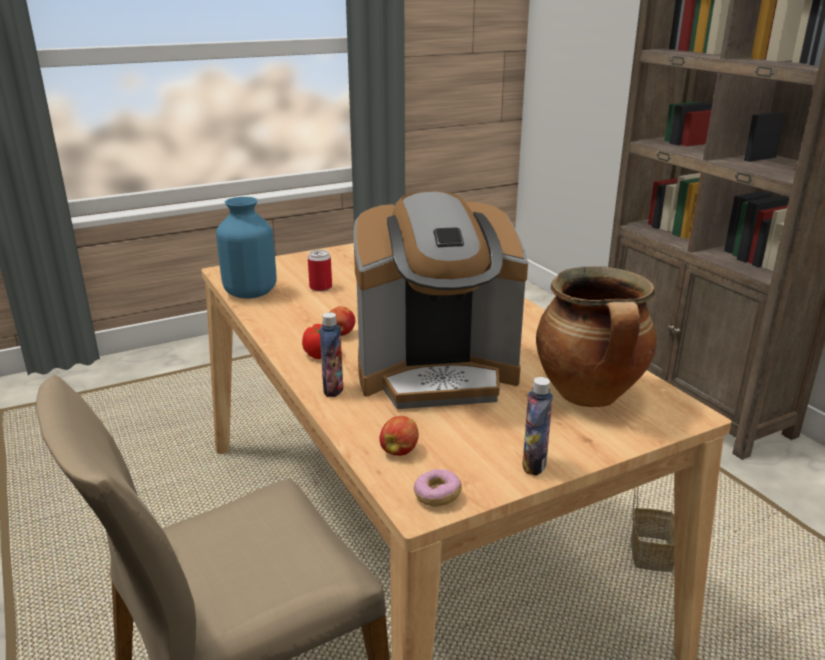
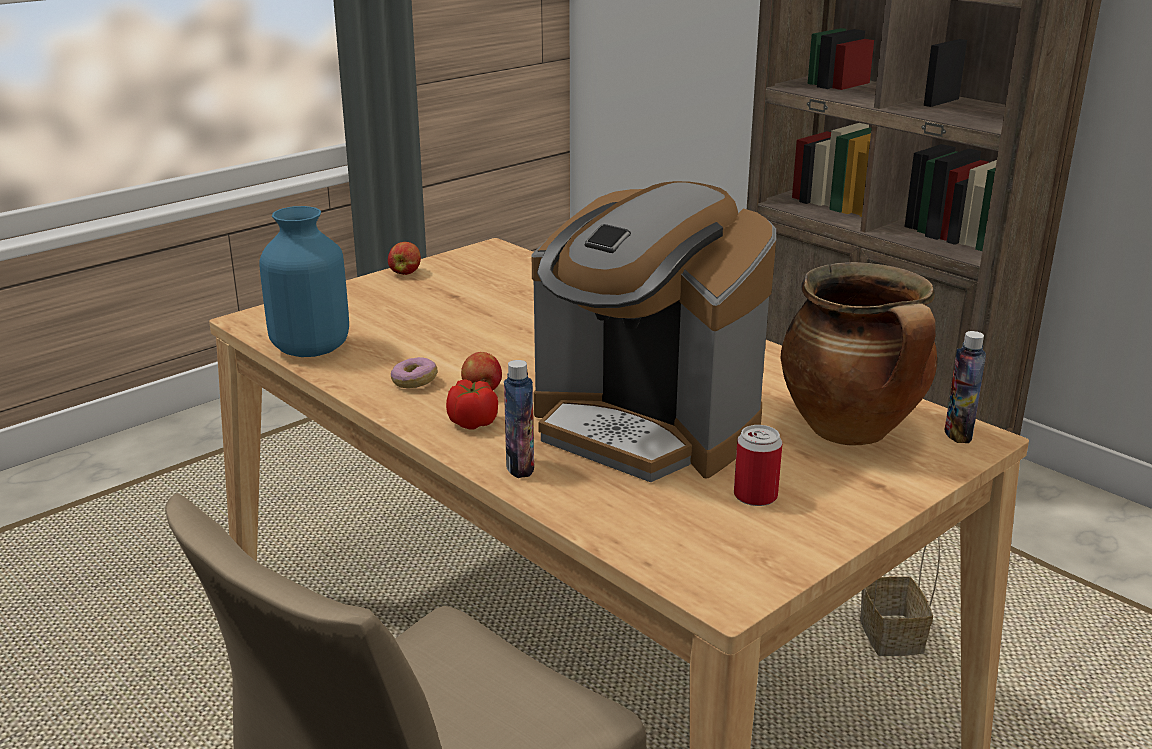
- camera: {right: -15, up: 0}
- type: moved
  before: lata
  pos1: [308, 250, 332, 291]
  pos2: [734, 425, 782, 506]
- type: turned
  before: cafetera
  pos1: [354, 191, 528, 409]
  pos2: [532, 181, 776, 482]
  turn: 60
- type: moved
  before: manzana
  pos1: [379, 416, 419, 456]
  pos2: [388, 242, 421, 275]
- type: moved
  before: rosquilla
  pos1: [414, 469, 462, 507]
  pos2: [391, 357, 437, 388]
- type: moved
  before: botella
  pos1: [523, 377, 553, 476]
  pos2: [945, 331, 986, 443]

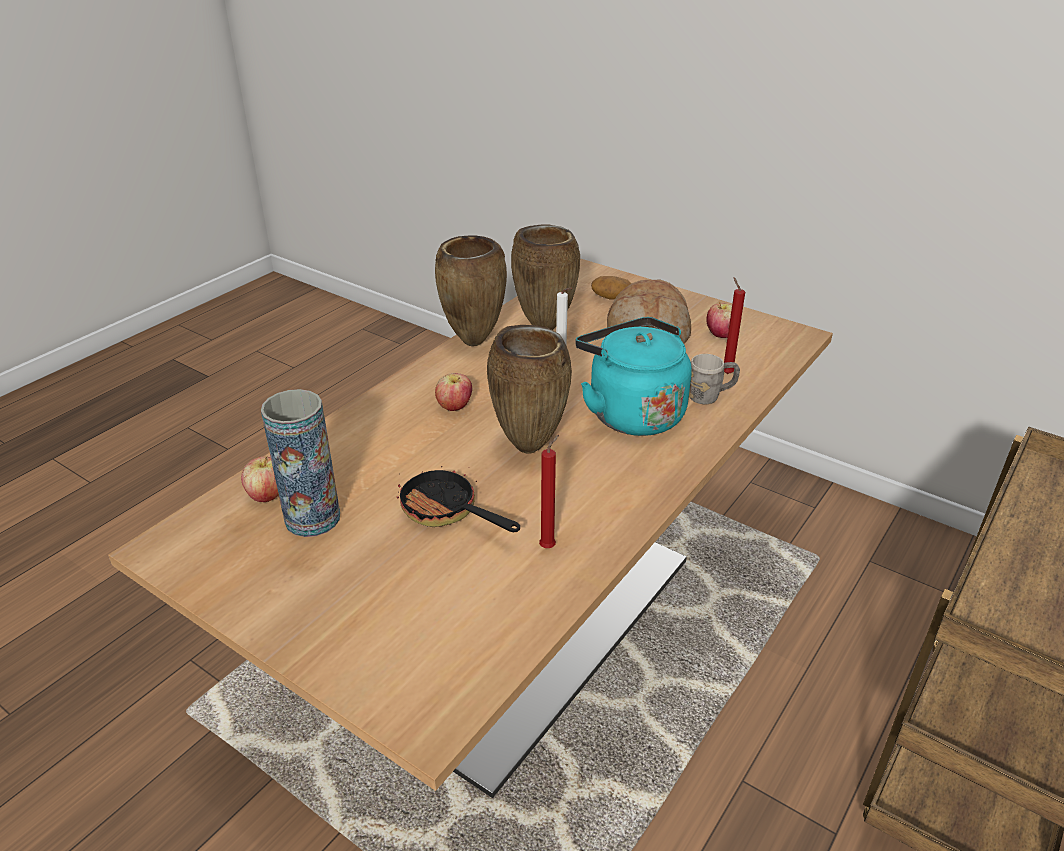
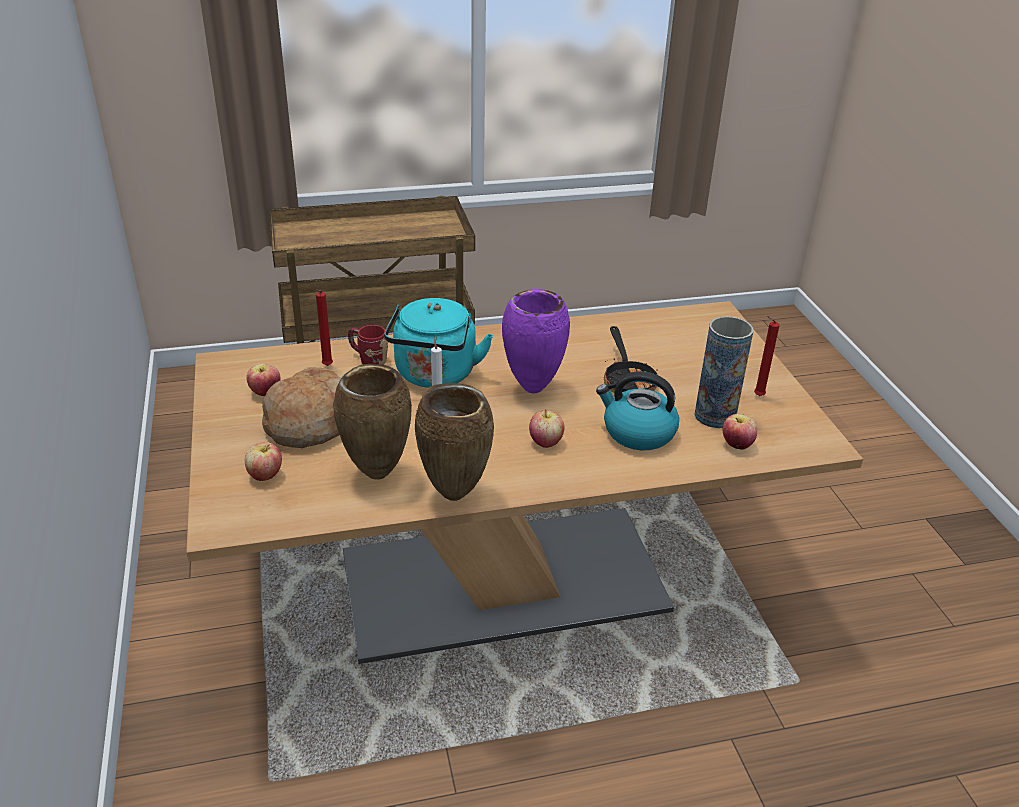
- camera: {right: -140, up: 0}
- type: recoloured
  before: florero (marrón)
  after: florero (morado)
  pos1: [487, 325, 572, 454]
  pos2: [502, 289, 570, 393]
- type: moved
  before: vela (rojo)
  pos1: [539, 435, 559, 548]
  pos2: [754, 316, 780, 396]
- type: replaced
  before: patata
  after: manzana
  pos1: [591, 276, 631, 300]
  pos2: [245, 442, 282, 481]
- type: recoloured
  before: taza grande (gris)
  after: taza grande (rojo)
  pos1: [689, 354, 740, 404]
  pos2: [348, 325, 388, 365]
- type: added
  after: hervidor
  pos2: [596, 371, 679, 450]

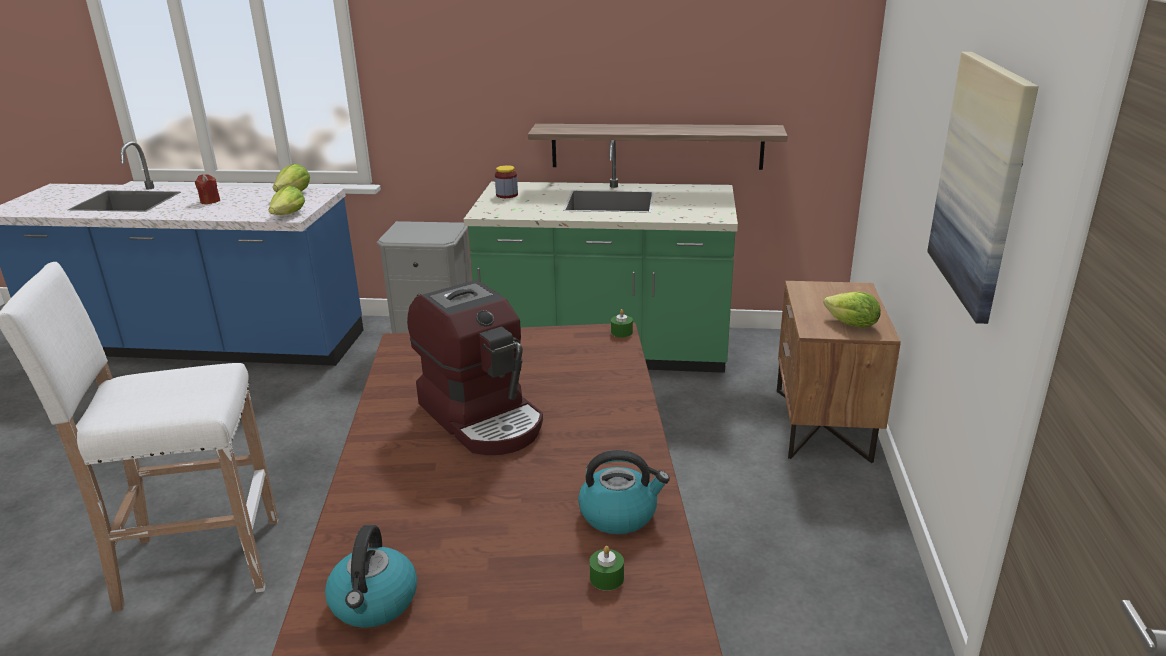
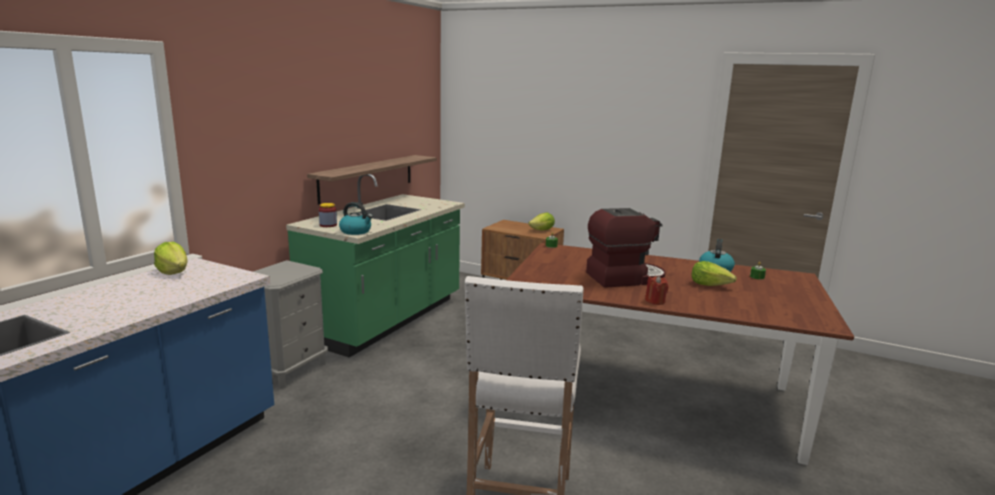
- camera: {right: -70, up: -10}
- type: moved
  before: vela (rojo)
  pos1: [195, 174, 220, 204]
  pos2: [645, 275, 669, 305]
- type: moved
  before: lechuga
  pos1: [268, 186, 305, 215]
  pos2: [691, 261, 736, 286]
- type: moved
  before: hervidor
  pos1: [325, 525, 417, 628]
  pos2: [339, 202, 373, 235]
- type: removed
  before: cuadro
  pos1: [927, 52, 1039, 324]

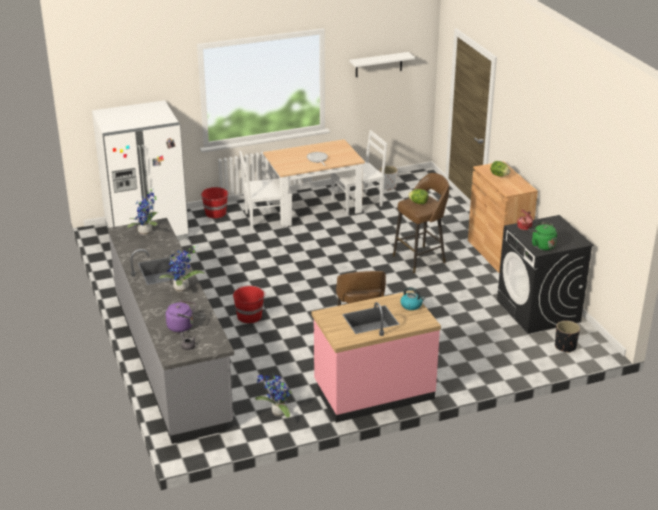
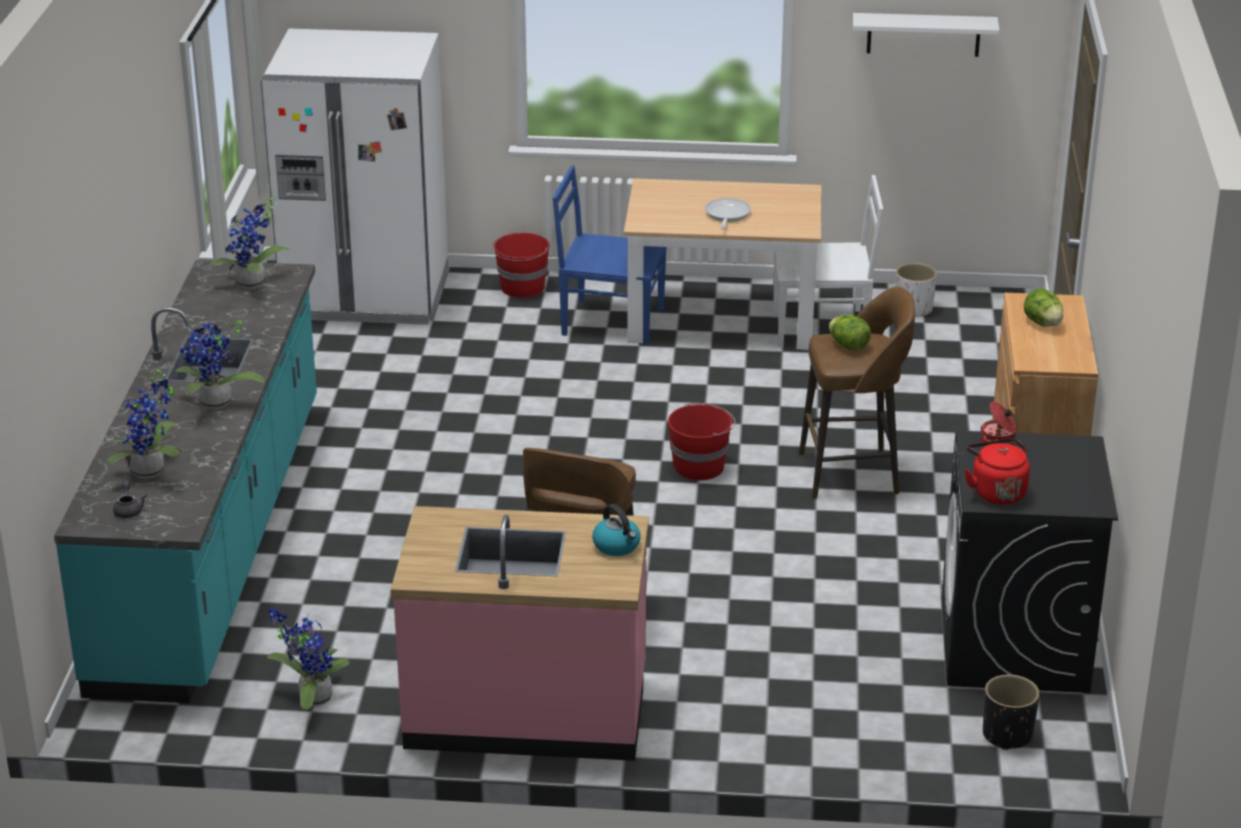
- camera: {right: 25, up: 0}
- type: recoloured
  before: mueble bajo de cocina (gris)
  after: mueble bajo de cocina (turquesa)
  pos1: [108, 218, 234, 444]
  pos2: [54, 260, 317, 703]
- type: replaced
  before: hervidor (morado)
  after: planta en maceta
  pos1: [166, 300, 195, 332]
  pos2: [107, 366, 179, 479]
- type: moved
  before: cubo (rojo)
  pos1: [233, 286, 266, 323]
  pos2: [668, 403, 736, 480]
- type: recoloured
  before: silla (blanco)
  after: silla (azul)
  pos1: [239, 151, 292, 230]
  pos2: [553, 165, 666, 345]
- type: recoloured
  before: hervidor (verde)
  after: hervidor (rojo)
  pos1: [528, 222, 557, 251]
  pos2: [964, 438, 1030, 505]

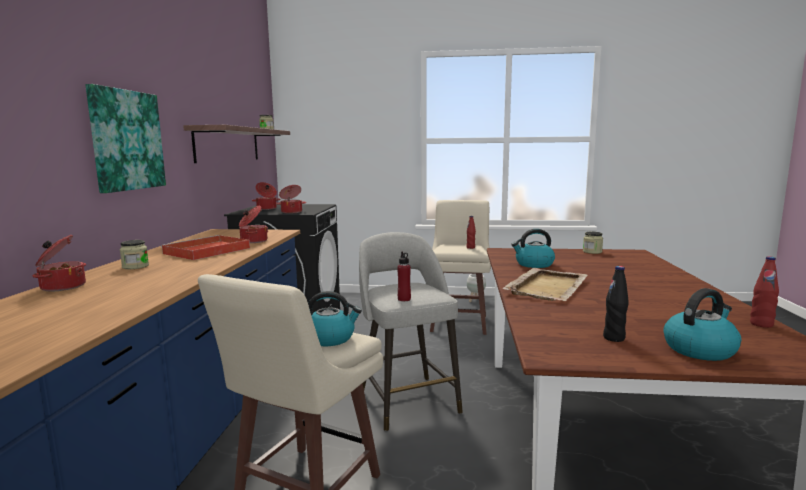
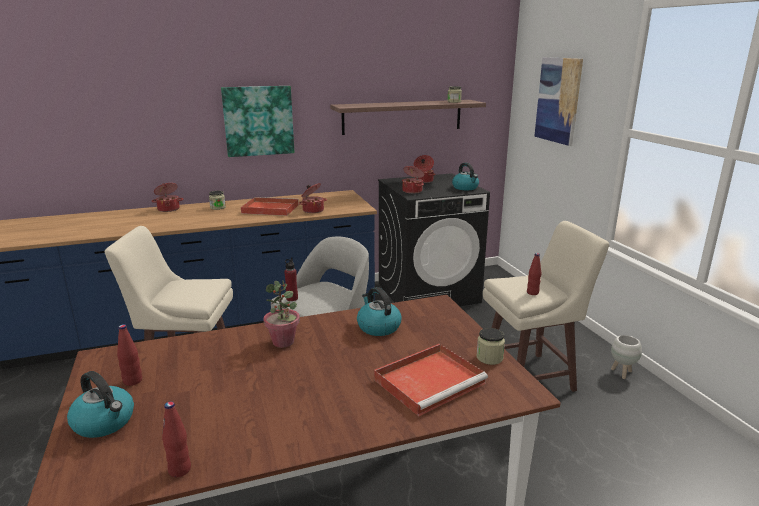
- camera: {right: 65, up: 10}
- type: moved
  before: hervidor
  pos1: [308, 291, 362, 346]
  pos2: [452, 163, 479, 190]
- type: replaced
  before: bandeja (beis)
  after: planta en maceta
  pos1: [502, 268, 588, 301]
  pos2: [263, 281, 300, 348]
- type: recoloured
  before: botella (negro)
  after: botella (rojo)
  pos1: [603, 266, 629, 342]
  pos2: [117, 324, 142, 386]
- type: added
  after: bandeja (rojo)
  pos2: [374, 344, 488, 416]
- type: added
  after: cuadro
  pos2: [534, 57, 583, 146]

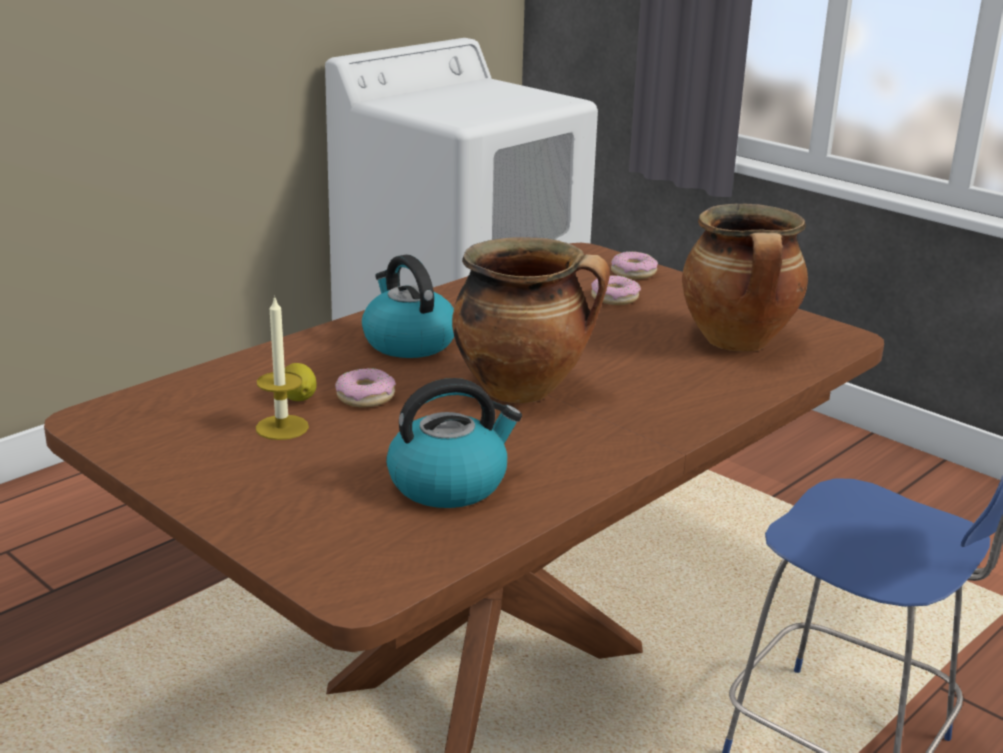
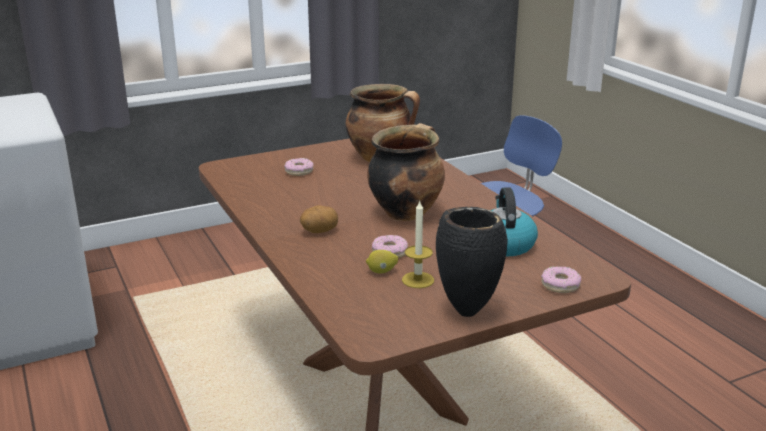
- camera: {right: -70, up: 0}
- type: replaced
  before: hervidor
  after: patata
  pos1: [362, 255, 454, 358]
  pos2: [300, 205, 338, 233]
- type: moved
  before: rosquilla
  pos1: [611, 251, 658, 279]
  pos2: [541, 266, 581, 293]
- type: added
  after: florero (negro)
  pos2: [436, 207, 508, 317]

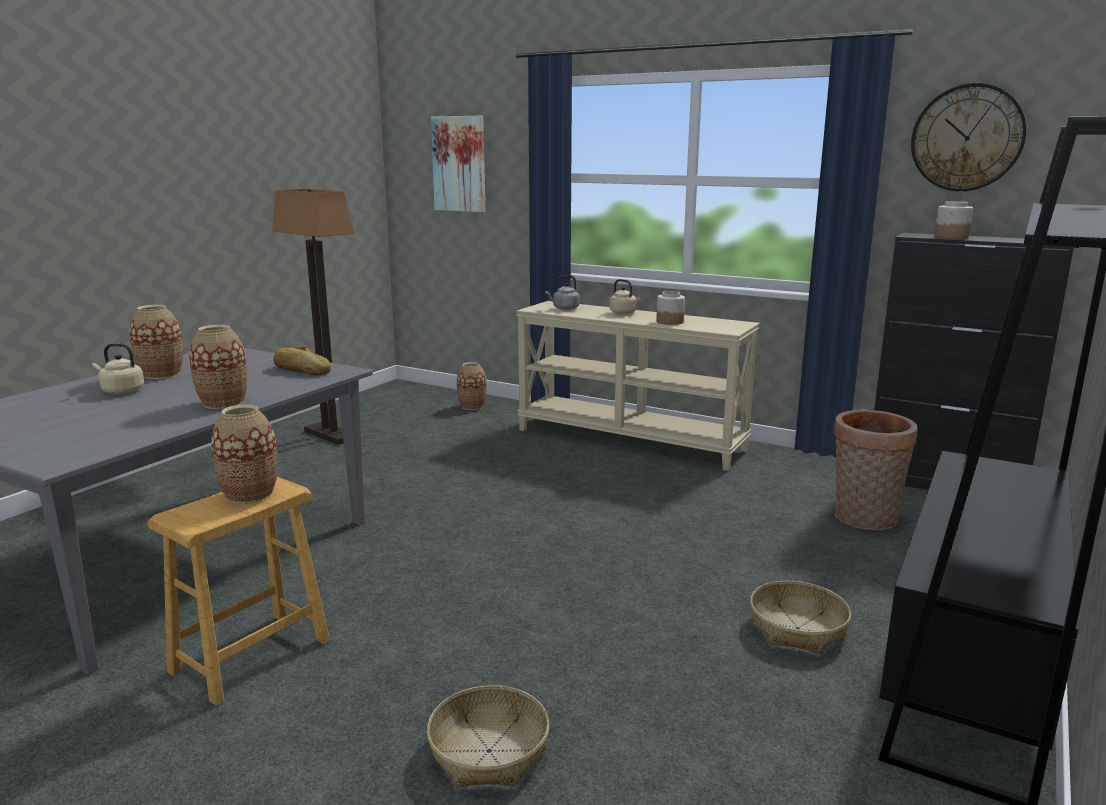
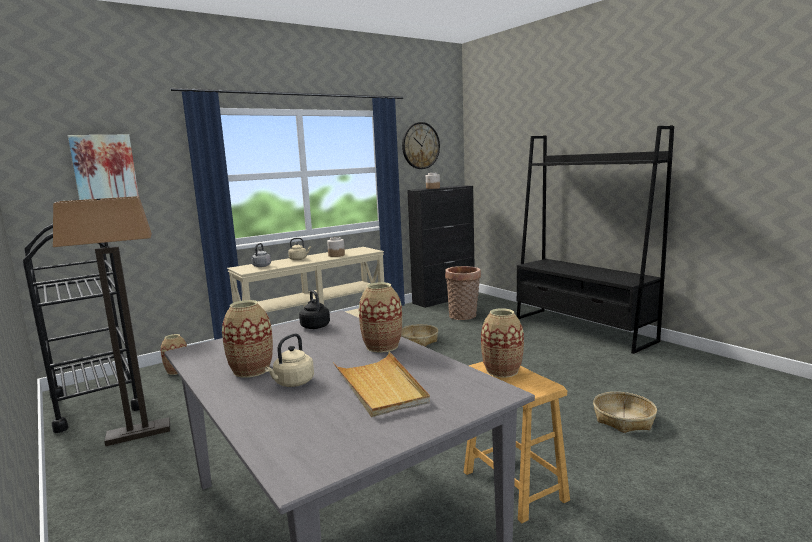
- camera: {right: -65, up: -5}
- type: replaced
  before: pan
  after: hervidor (negro)
  pos1: [273, 347, 331, 376]
  pos2: [299, 290, 330, 329]
- type: moved
  before: cesta
  pos1: [750, 581, 851, 654]
  pos2: [401, 324, 438, 347]
- type: added
  after: carrito (negro)
  pos2: [23, 224, 139, 433]
- type: added
  after: bandeja (beis)
  pos2: [333, 352, 430, 417]

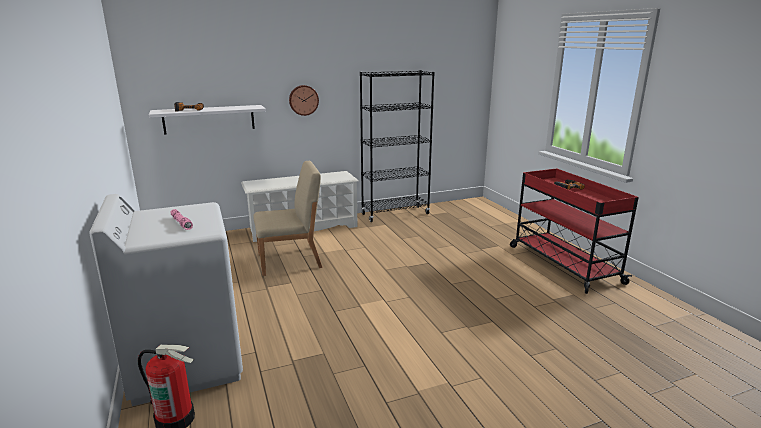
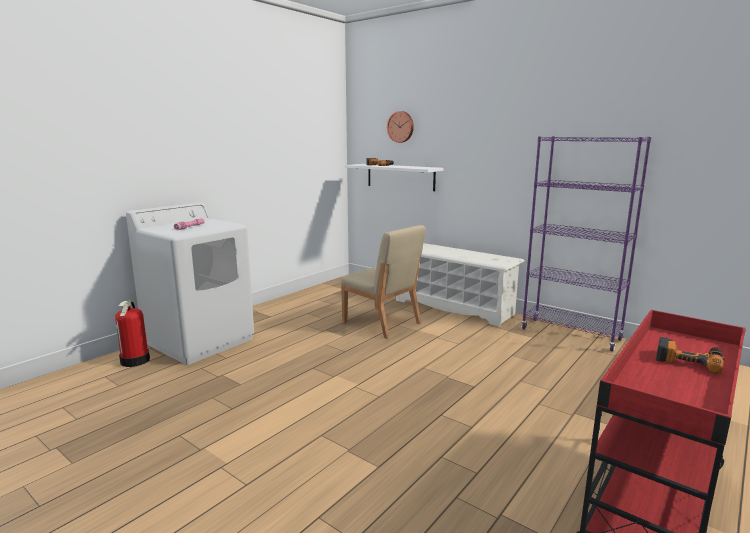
- camera: {right: 60, up: -5}
- type: moved
  before: reloj de pared
  pos1: [289, 85, 319, 116]
  pos2: [387, 111, 414, 143]
- type: recoloured
  before: estantería (negro)
  after: estantería (morado)
  pos1: [360, 70, 435, 222]
  pos2: [521, 136, 651, 351]

